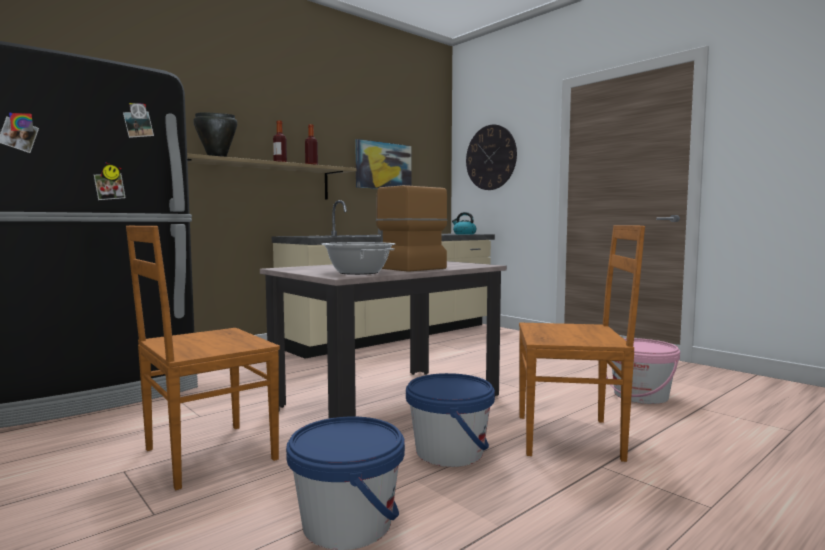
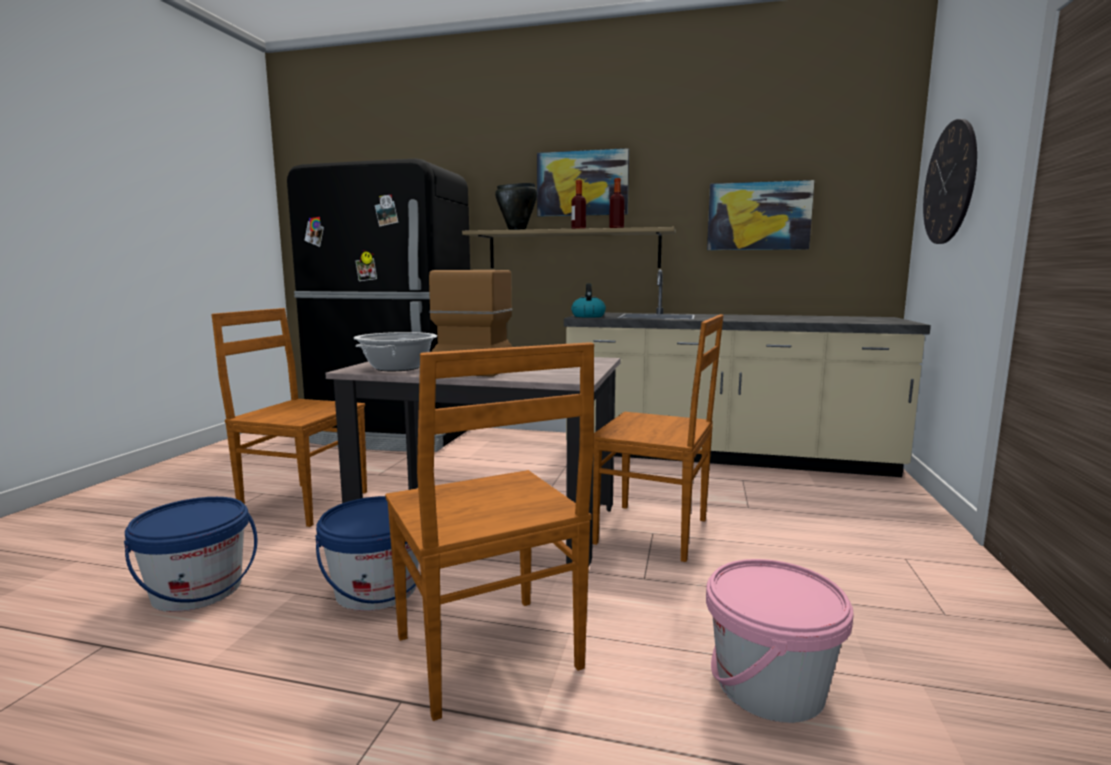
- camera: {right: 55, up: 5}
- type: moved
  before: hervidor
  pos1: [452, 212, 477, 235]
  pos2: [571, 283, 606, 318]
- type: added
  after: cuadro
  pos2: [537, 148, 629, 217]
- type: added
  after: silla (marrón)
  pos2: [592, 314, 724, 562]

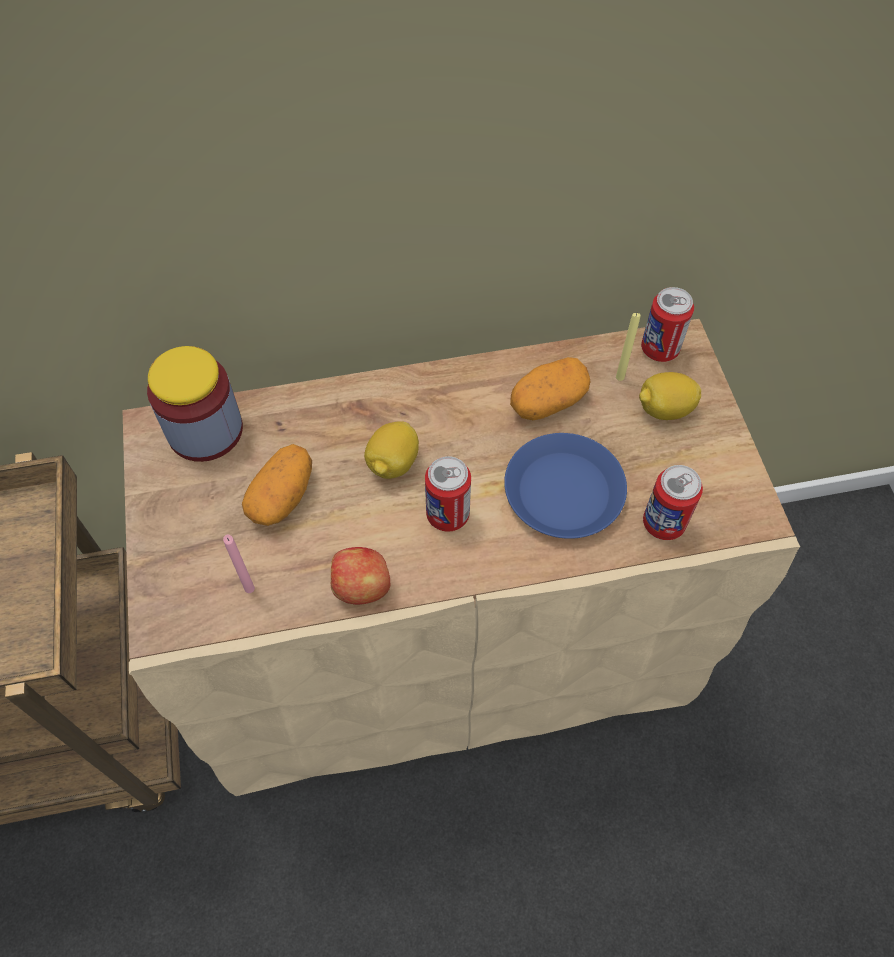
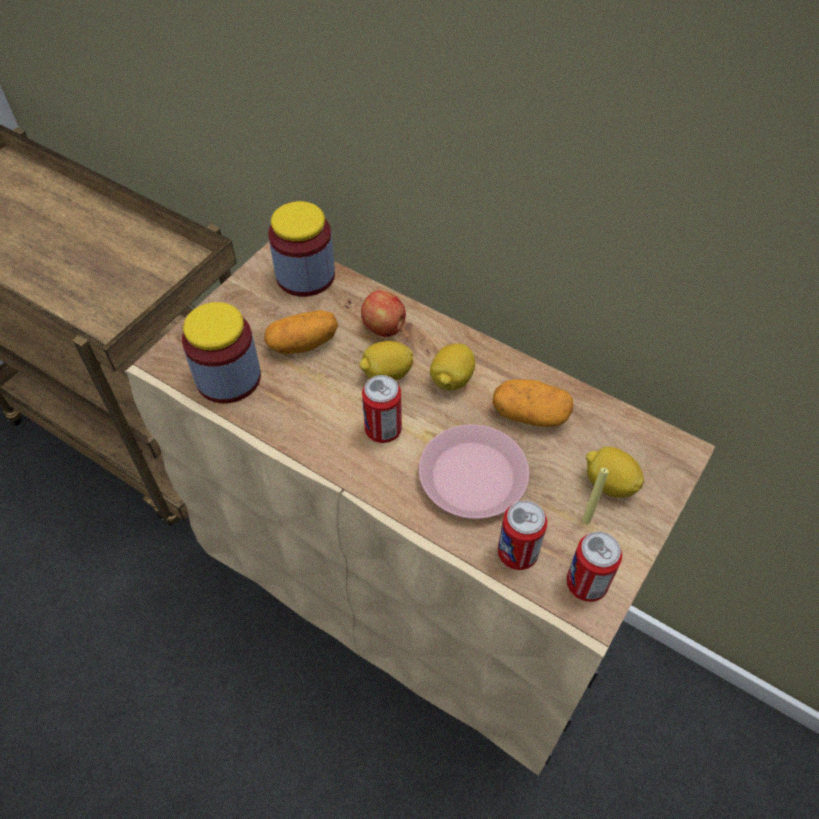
- camera: {right: 45, up: -5}
- type: replaced
  before: vela (rosa)
  after: tarro
  pos1: [223, 535, 255, 593]
  pos2: [182, 302, 261, 404]
- type: moved
  before: manzana
  pos1: [331, 547, 391, 605]
  pos2: [361, 291, 406, 337]
- type: recoloured
  before: plato (azul)
  after: plato (rosa)
  pos1: [504, 433, 627, 539]
  pos2: [419, 424, 529, 519]
- type: moved
  before: vela (amarillo)
  pos1: [616, 313, 641, 381]
  pos2: [582, 468, 609, 524]
- type: moved
  before: lata
  pos1: [641, 287, 694, 362]
  pos2: [566, 532, 622, 602]
- type: added
  after: limón
  pos2: [430, 343, 475, 390]

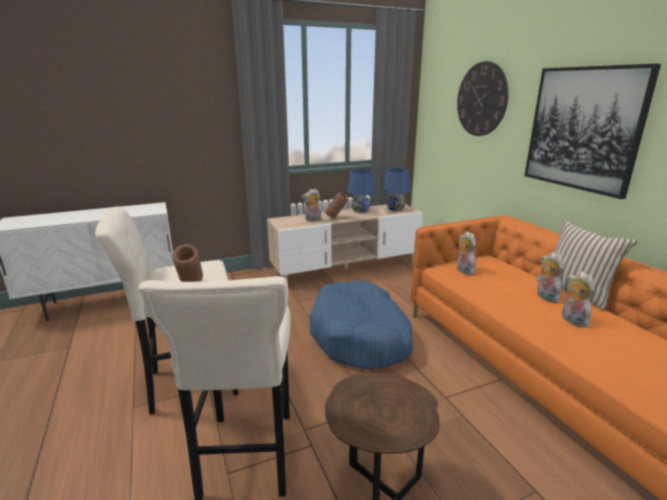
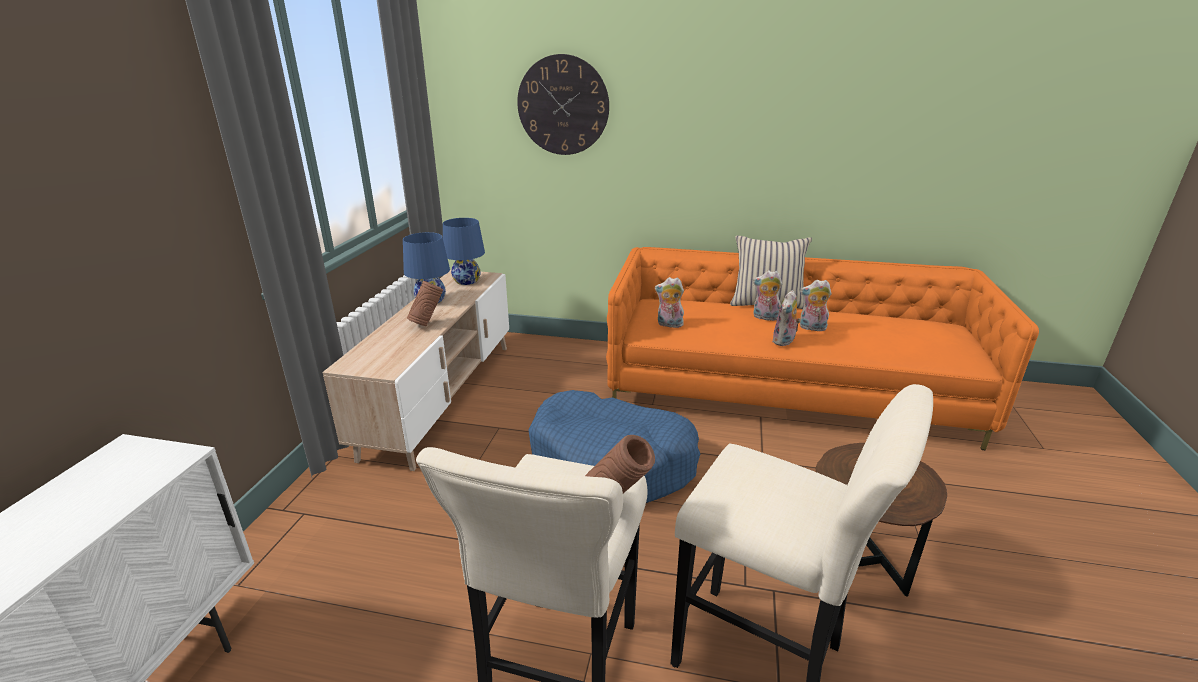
- camera: {right: -55, up: 5}
- type: moved
  before: peluche
  pos1: [302, 189, 322, 221]
  pos2: [772, 290, 801, 346]
- type: removed
  before: cuadro
  pos1: [524, 64, 661, 199]

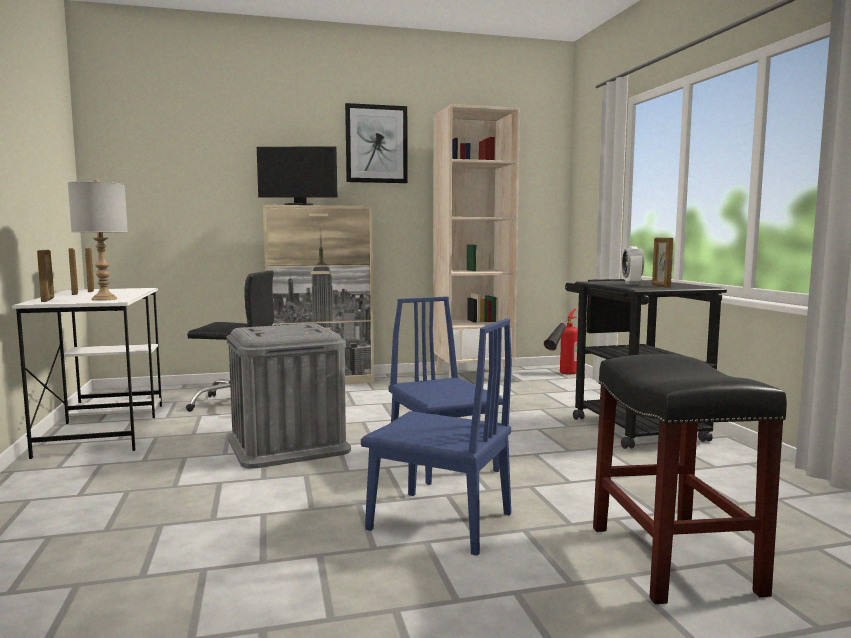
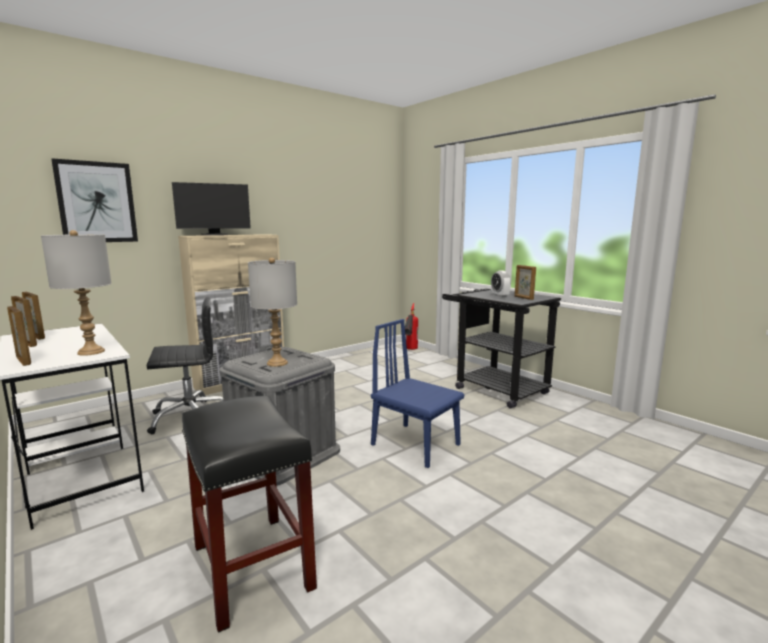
- camera: {right: -25, up: 5}
- type: moved
  before: cuadro
  pos1: [345, 103, 408, 183]
  pos2: [51, 158, 138, 242]
- type: removed
  before: silla (azul)
  pos1: [361, 318, 512, 556]
- type: removed
  before: estantería (beis)
  pos1: [433, 104, 520, 381]
- type: moved
  before: taburete (negro)
  pos1: [593, 354, 787, 604]
  pos2: [182, 396, 317, 633]
- type: added
  after: lámpara de mesa (gris)
  pos2: [248, 258, 297, 367]

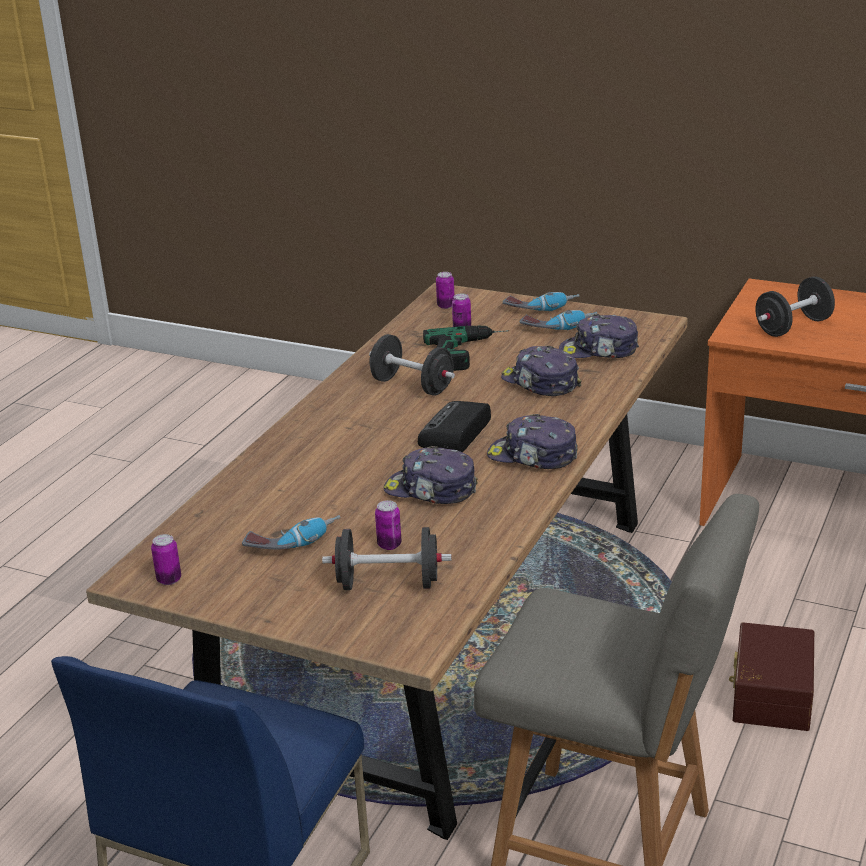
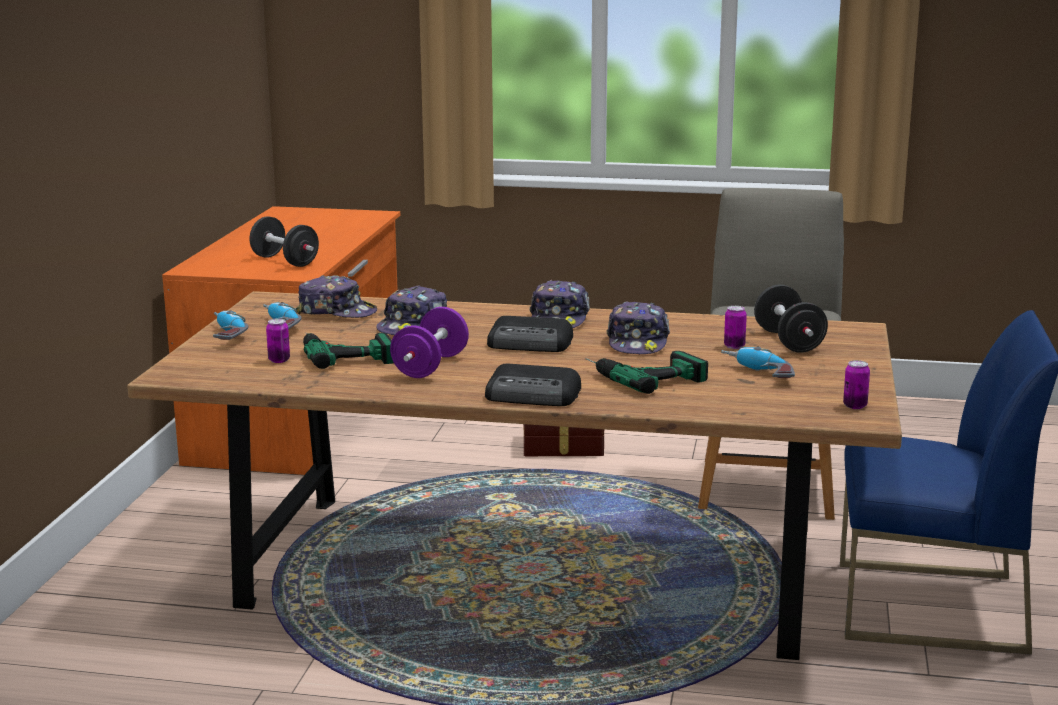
- camera: {right: -105, up: -10}
- type: recoloured
  before: mancuerna (negro)
  after: mancuerna (morado)
  pos1: [369, 334, 455, 396]
  pos2: [390, 307, 469, 378]
- type: removed
  before: lata
  pos1: [436, 272, 454, 309]
- type: turned
  before: gorra
  pos1: [559, 314, 639, 358]
  pos2: [296, 275, 377, 318]
  turn: -60
- type: added
  after: radio
  pos2: [485, 364, 581, 406]
- type: added
  after: taladro
  pos2: [586, 351, 708, 394]

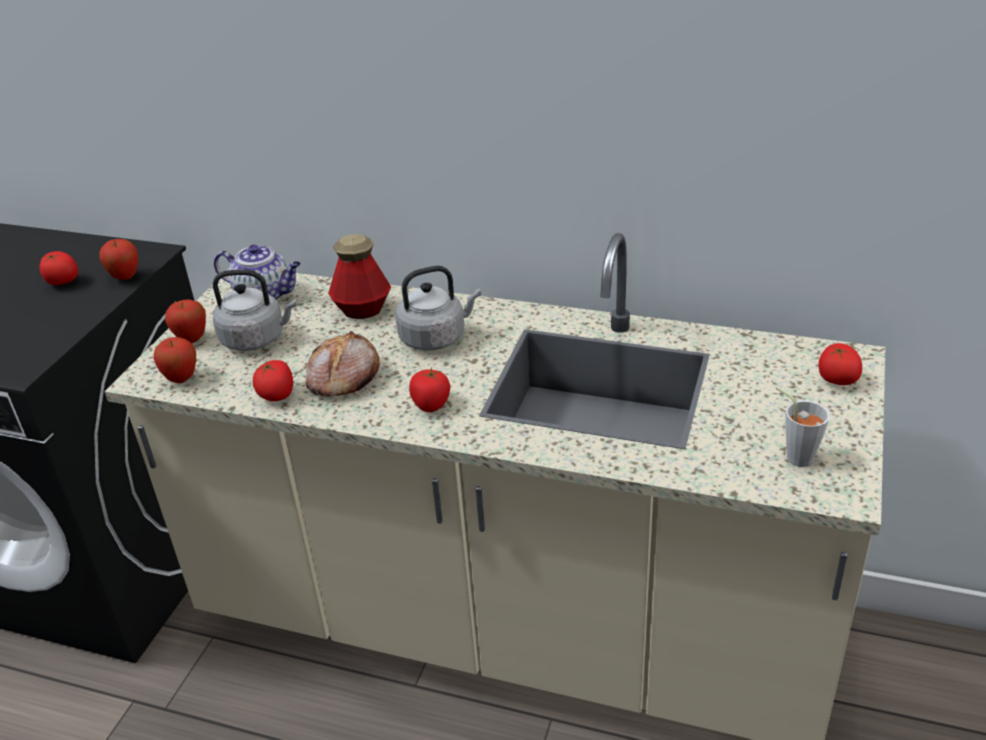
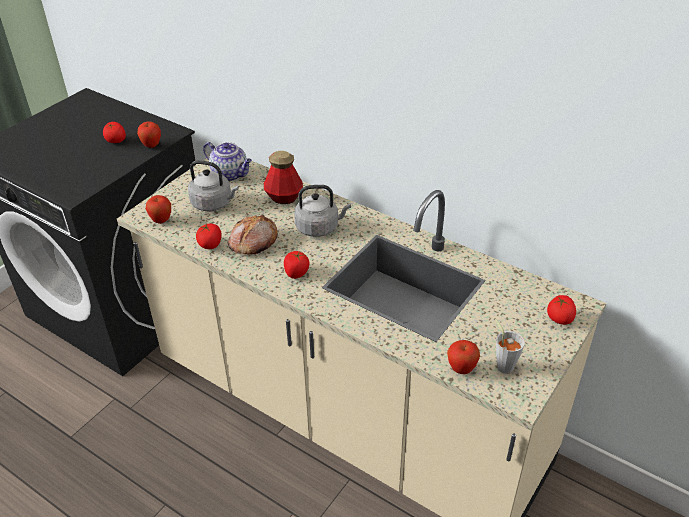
- camera: {right: 15, up: 5}
- type: moved
  before: manzana
  pos1: [165, 300, 206, 343]
  pos2: [447, 340, 480, 374]

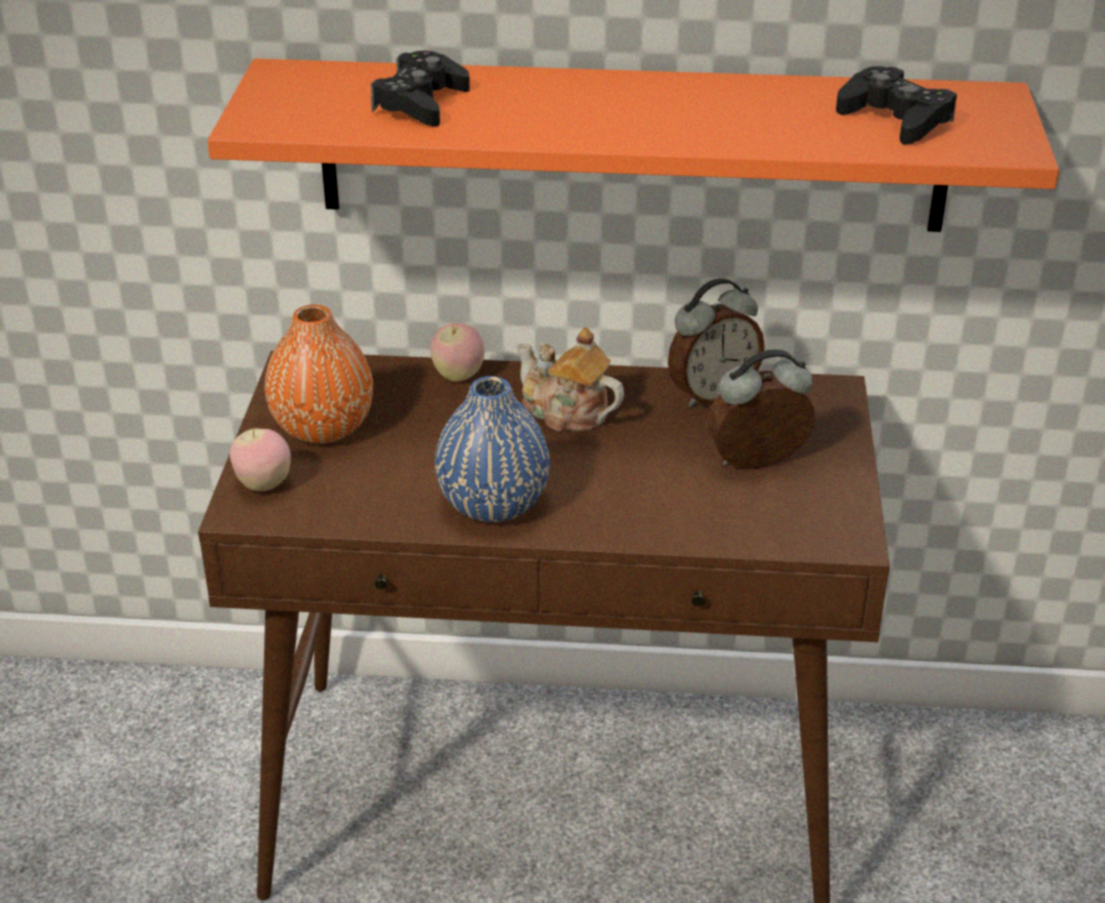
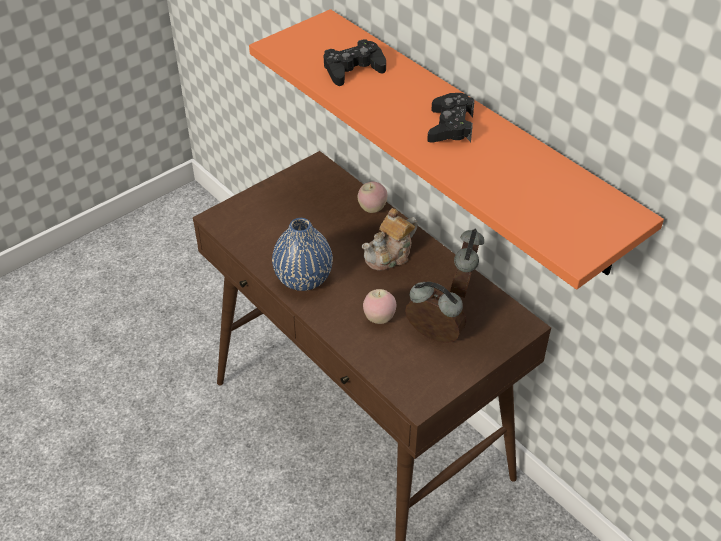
- camera: {right: 45, up: 10}
- type: moved
  before: manzana
  pos1: [230, 428, 291, 491]
  pos2: [363, 289, 396, 324]
- type: removed
  before: florero (naranja)
  pos1: [265, 305, 373, 444]
- type: turned
  before: tetera
  pos1: [517, 327, 624, 432]
  pos2: [362, 208, 418, 271]
  turn: -120
- type: turned
  before: despertador
  pos1: [668, 278, 765, 408]
  pos2: [450, 229, 484, 298]
  turn: 90
- type: moved
  before: mando de consola (negro)
  pos1: [836, 66, 957, 145]
  pos2: [427, 93, 475, 142]

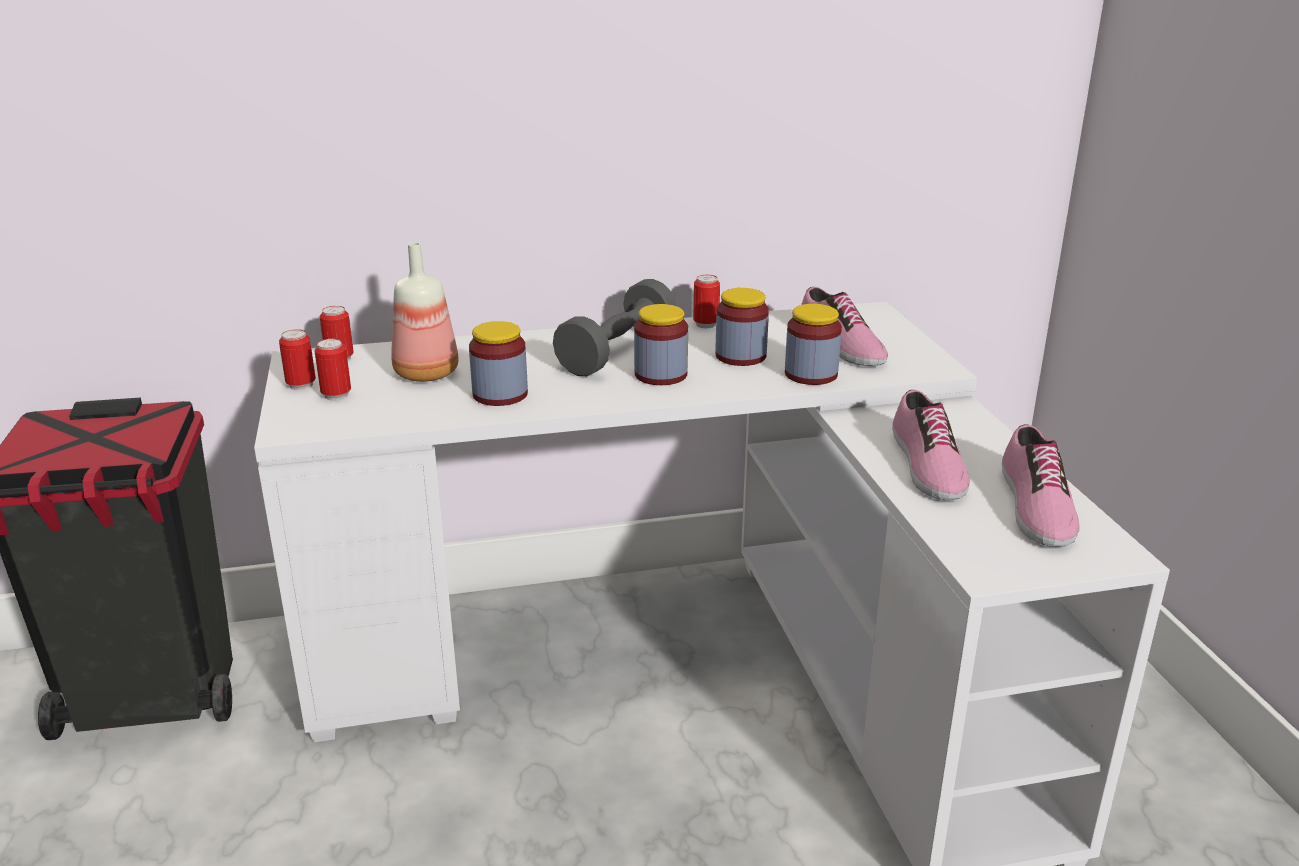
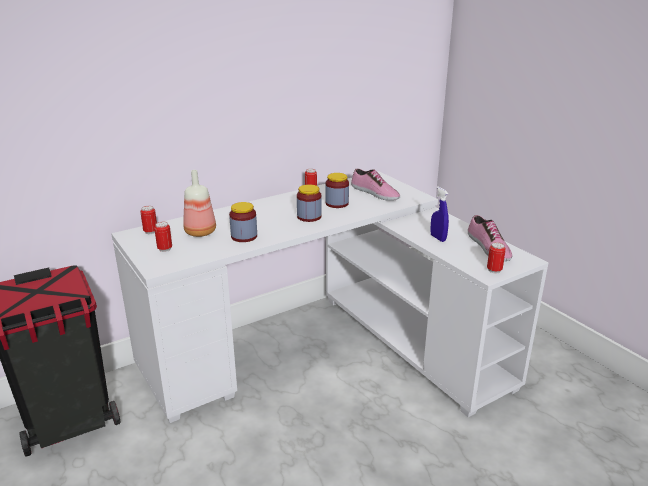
- camera: {right: -20, up: 0}
- type: moved
  before: lata
  pos1: [279, 329, 316, 390]
  pos2: [487, 242, 506, 274]
- type: removed
  before: mancuerna (gris)
  pos1: [553, 279, 676, 376]
- type: removed
  before: tarro
  pos1: [785, 304, 842, 385]
- type: replaced
  before: zapato
  after: pulverizador (azul)
  pos1: [892, 390, 970, 500]
  pos2: [430, 186, 449, 242]

